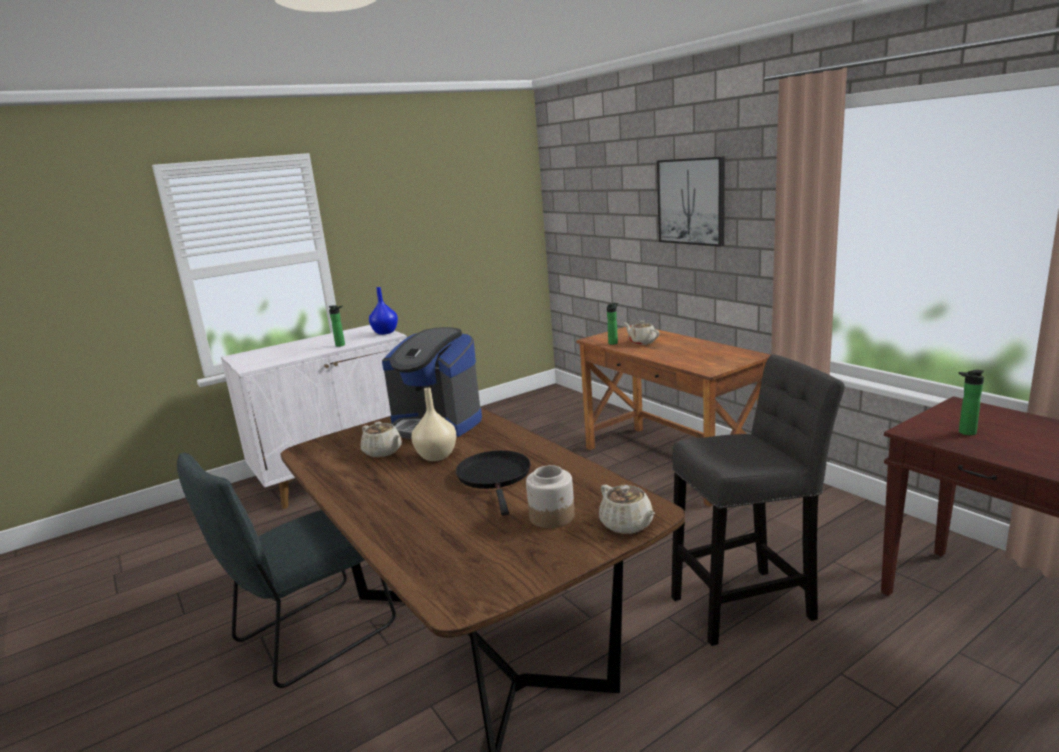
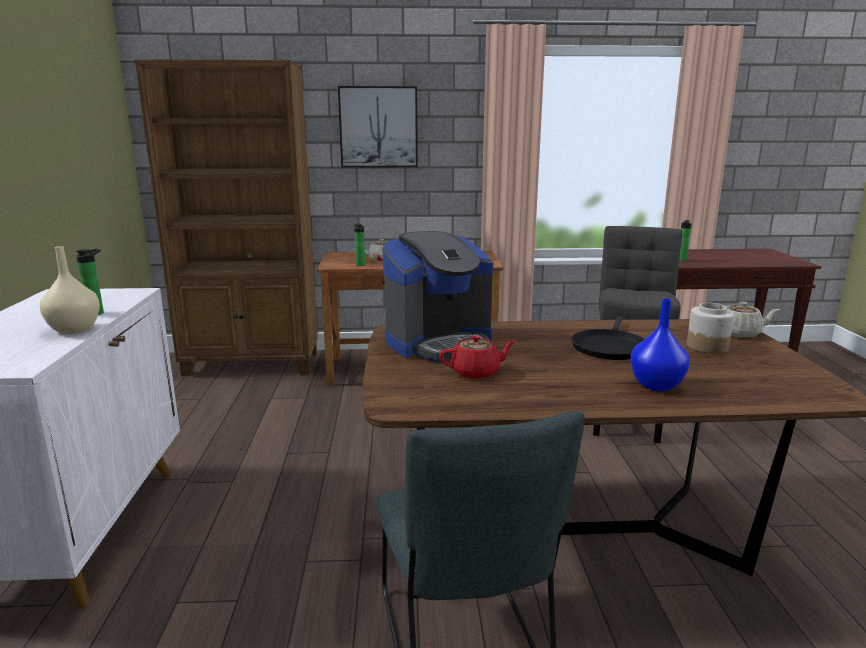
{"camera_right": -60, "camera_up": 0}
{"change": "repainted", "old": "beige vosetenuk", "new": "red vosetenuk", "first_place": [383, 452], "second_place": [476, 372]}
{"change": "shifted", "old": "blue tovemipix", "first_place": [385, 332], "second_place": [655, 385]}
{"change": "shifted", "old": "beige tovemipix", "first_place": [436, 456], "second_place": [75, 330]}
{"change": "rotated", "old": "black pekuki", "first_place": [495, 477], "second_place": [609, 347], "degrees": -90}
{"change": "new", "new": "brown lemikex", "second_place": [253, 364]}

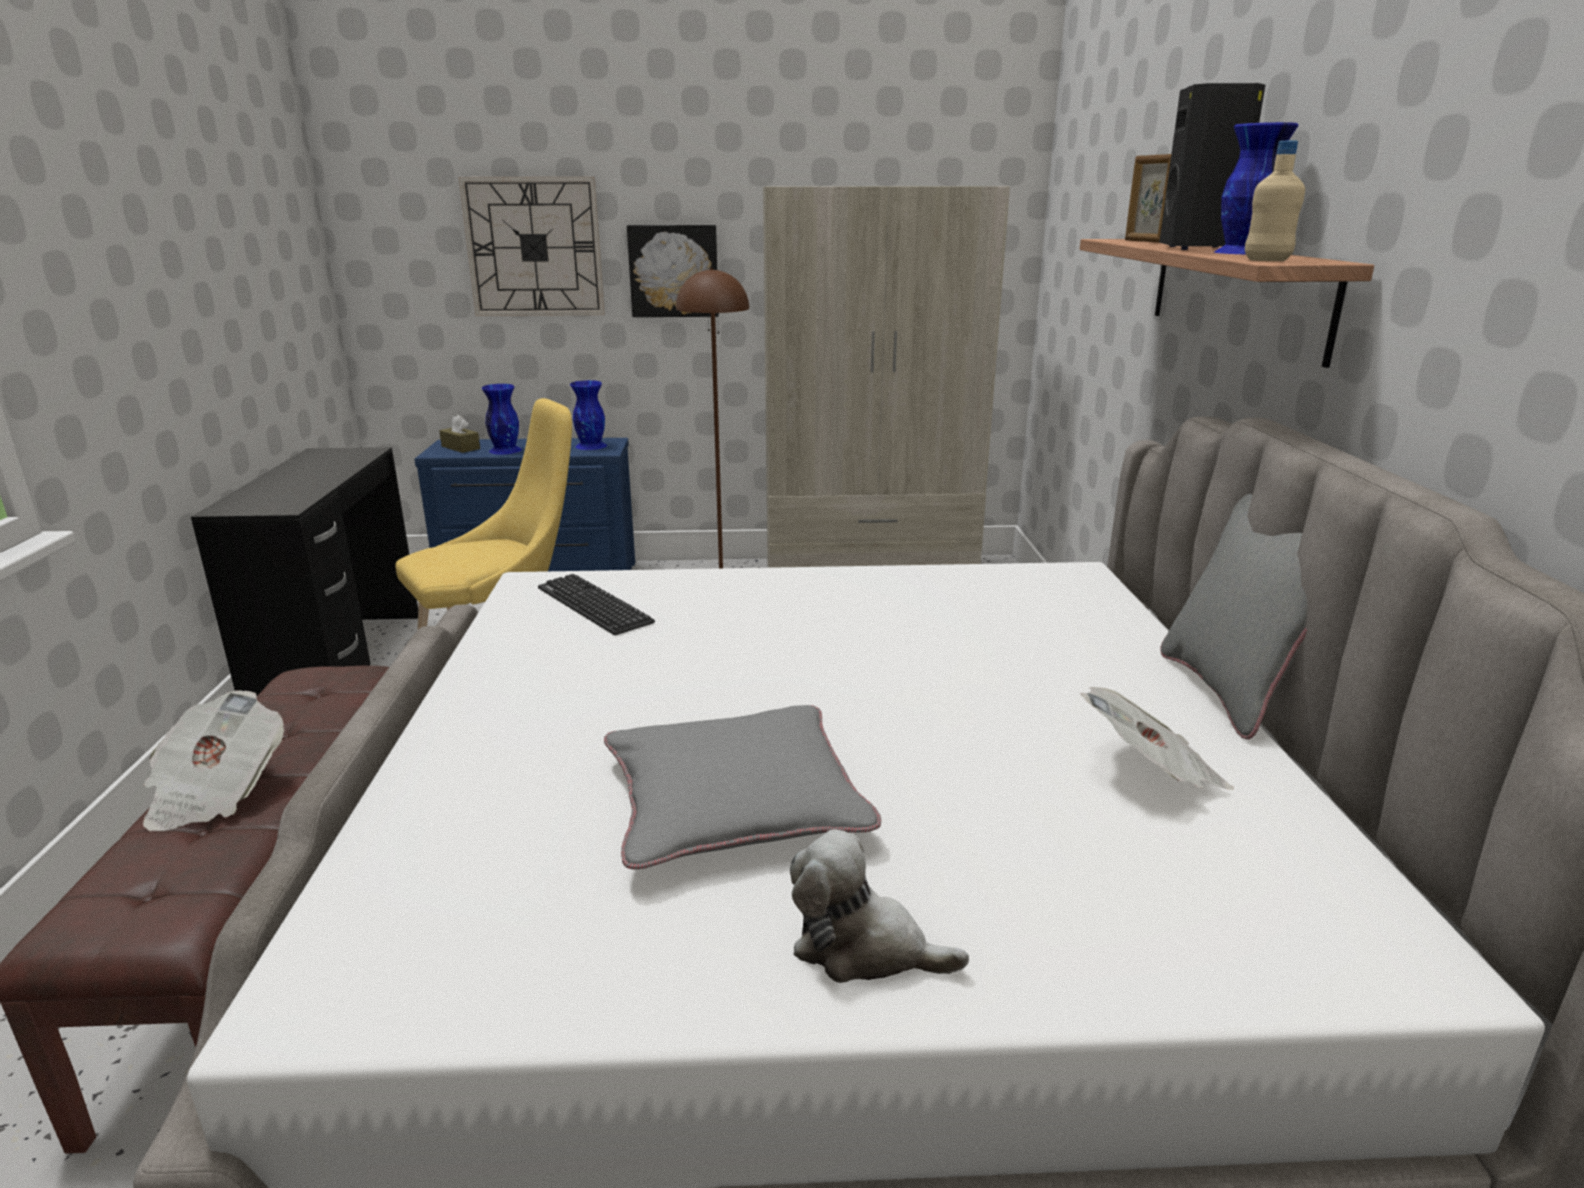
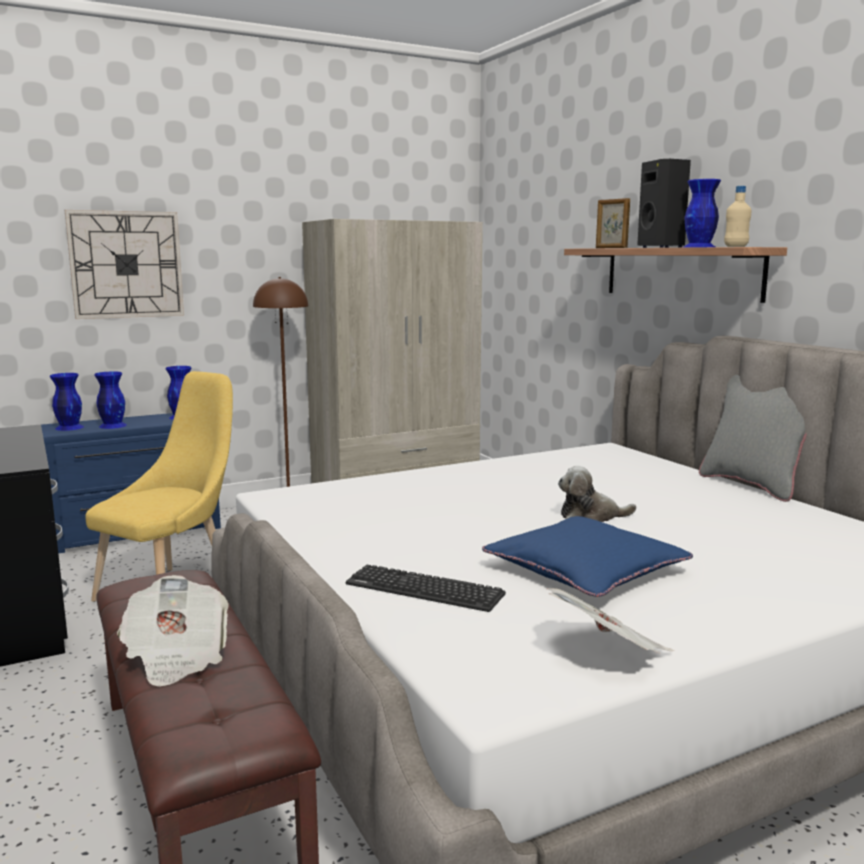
{"camera_right": -25, "camera_up": -10}
{"change": "swapped", "old": "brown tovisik", "new": "blue tovemipix", "first_place": [460, 447], "second_place": [69, 427]}
{"change": "shifted", "old": "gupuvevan", "first_place": [594, 605], "second_place": [424, 589]}
{"change": "repainted", "old": "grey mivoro", "new": "blue mivoro", "first_place": [734, 802], "second_place": [585, 570]}
{"change": "gone", "old": "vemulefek", "first_place": [674, 271]}
{"change": "shifted", "old": "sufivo", "first_place": [863, 948], "second_place": [591, 516]}
{"change": "shifted", "old": "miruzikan", "first_place": [1151, 773], "second_place": [608, 652]}

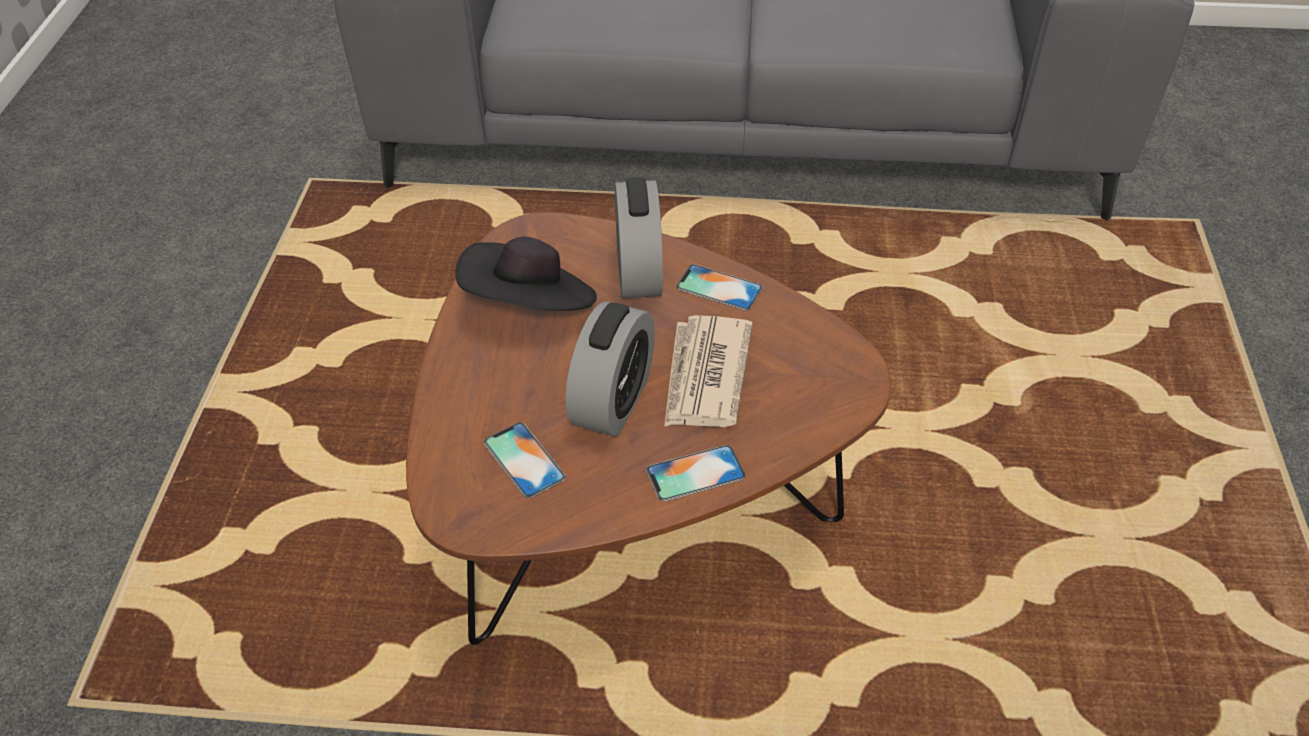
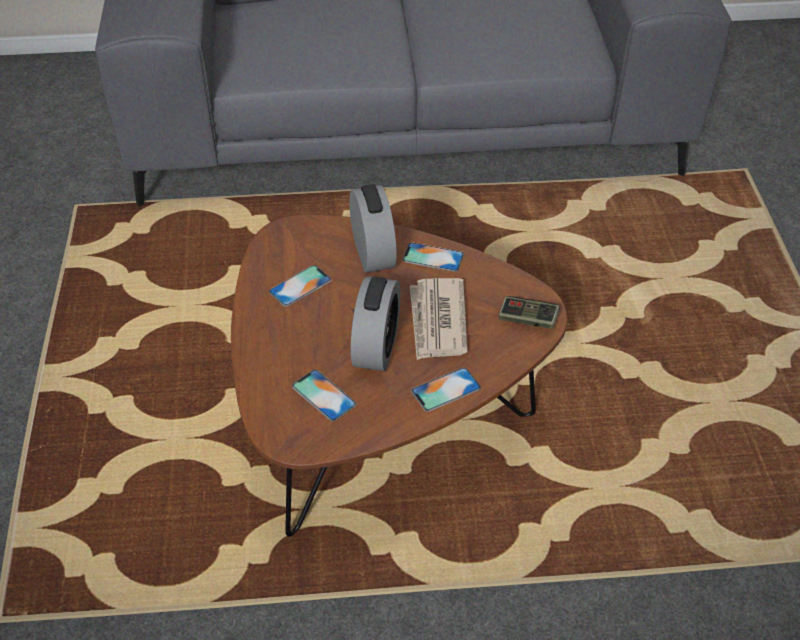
{"camera_right": -10, "camera_up": 0}
{"change": "swapped", "old": "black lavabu", "new": "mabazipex", "first_place": [530, 306], "second_place": [300, 286]}
{"change": "new", "new": "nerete", "second_place": [528, 320]}

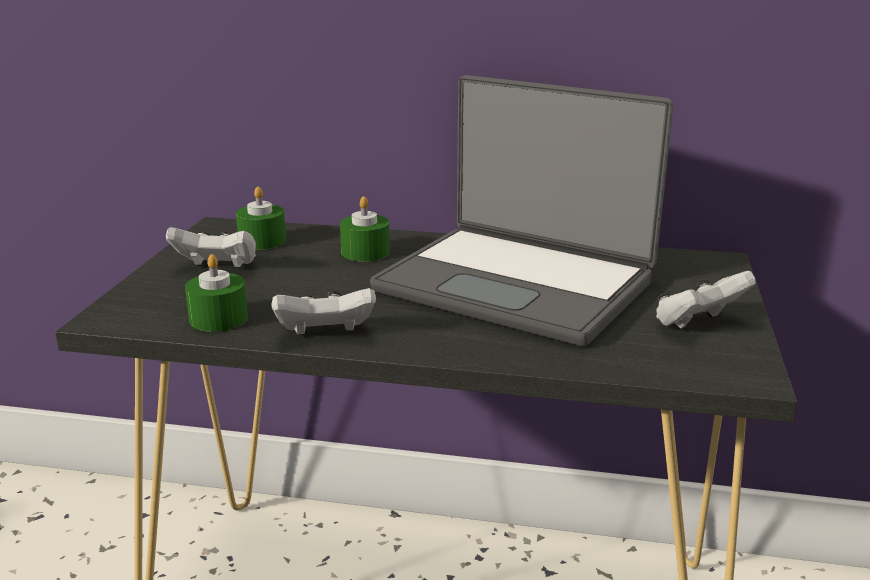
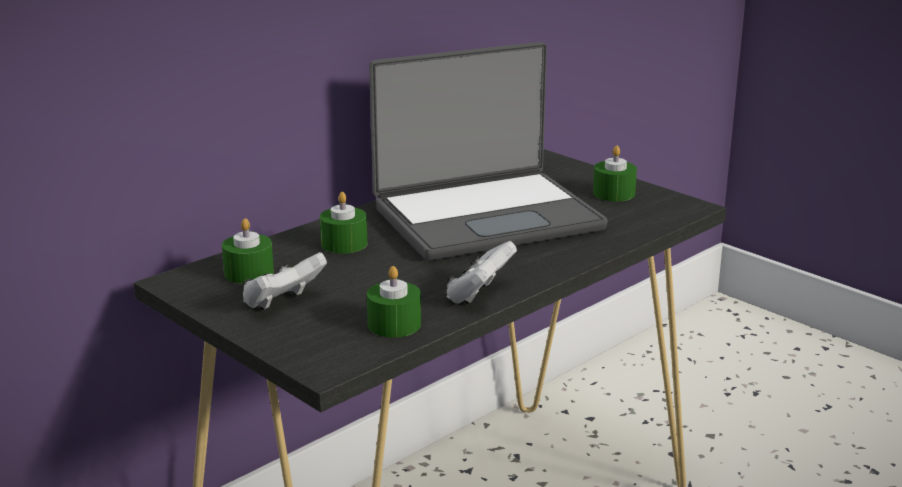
{"camera_right": -55, "camera_up": 0}
{"change": "swapped", "old": "white nerete", "new": "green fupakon", "first_place": [698, 324], "second_place": [614, 193]}

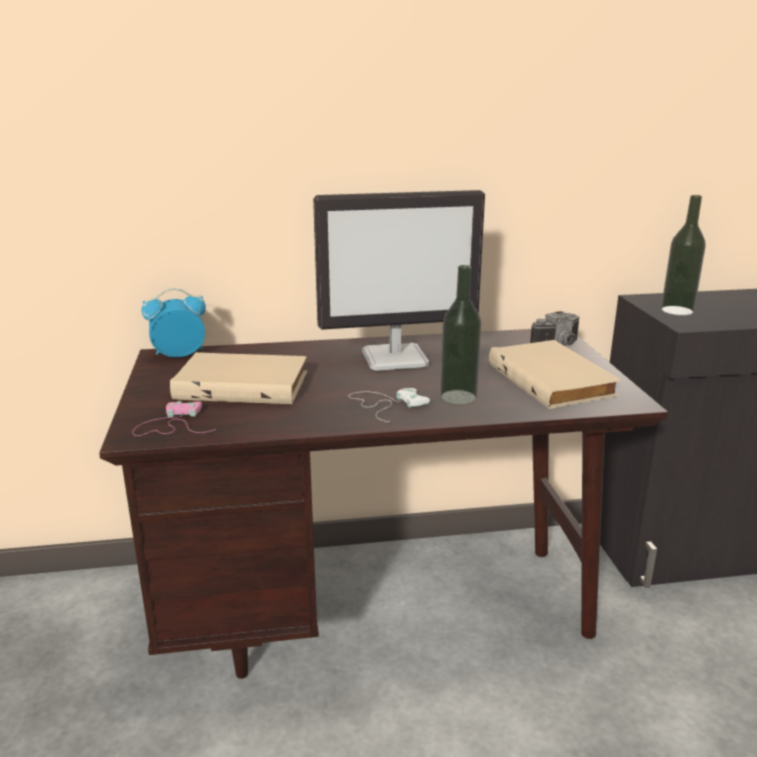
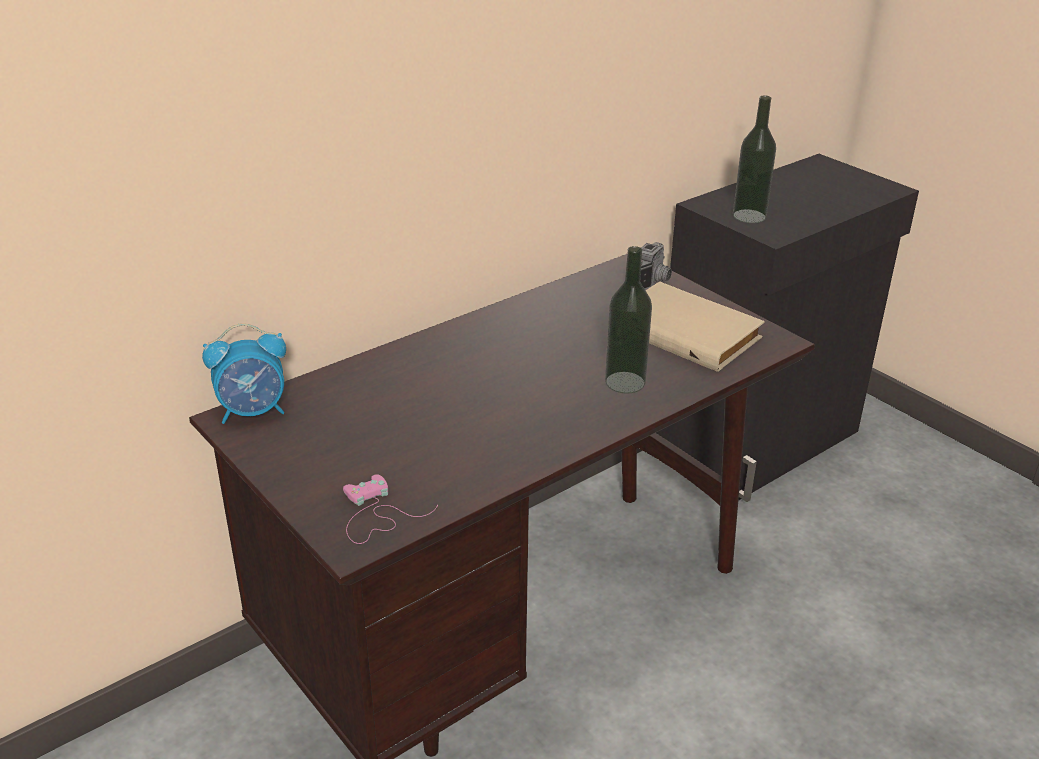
{"camera_right": -30, "camera_up": 10}
{"change": "rotated", "old": "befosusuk", "first_place": [179, 355], "second_place": [253, 412], "degrees": -150}
{"change": "gone", "old": "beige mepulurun", "first_place": [244, 384]}
{"change": "gone", "old": "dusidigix", "first_place": [396, 358]}
{"change": "gone", "old": "white nerete", "first_place": [386, 404]}

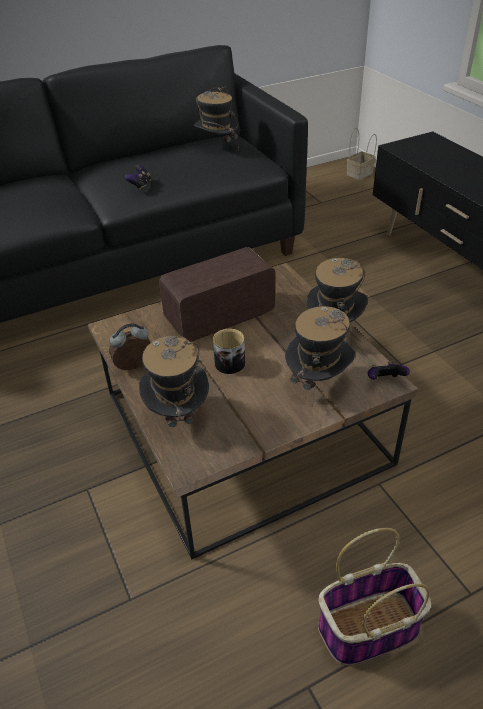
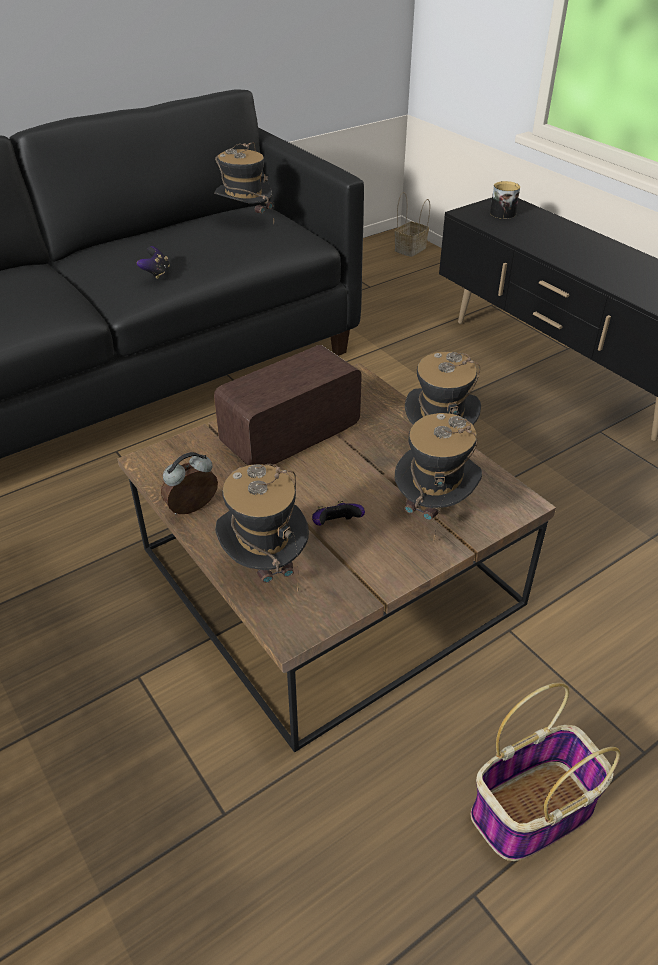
{"camera_right": -10, "camera_up": 0}
{"change": "shifted", "old": "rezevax", "first_place": [230, 361], "second_place": [502, 212]}
{"change": "shifted", "old": "nerete", "first_place": [384, 381], "second_place": [336, 526]}

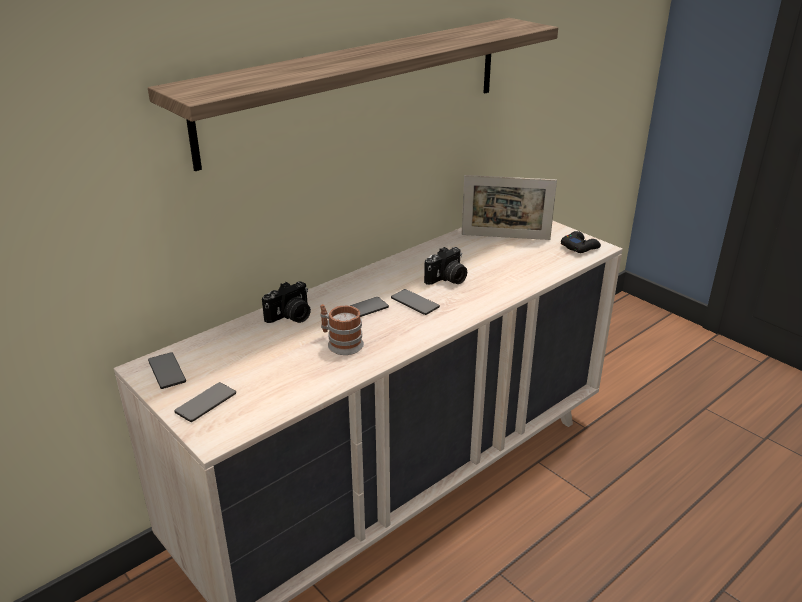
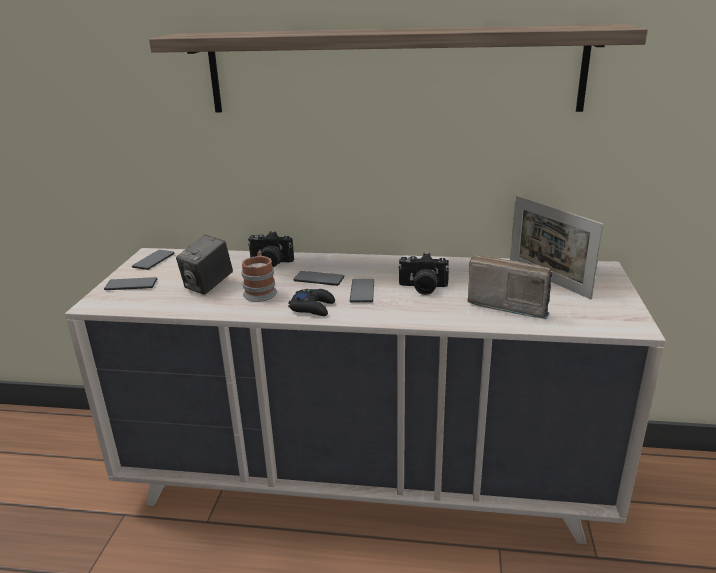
{"camera_right": 50, "camera_up": -5}
{"change": "shifted", "old": "black nerete", "first_place": [579, 247], "second_place": [313, 307]}
{"change": "new", "new": "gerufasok", "second_place": [208, 286]}
{"change": "new", "new": "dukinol", "second_place": [507, 304]}

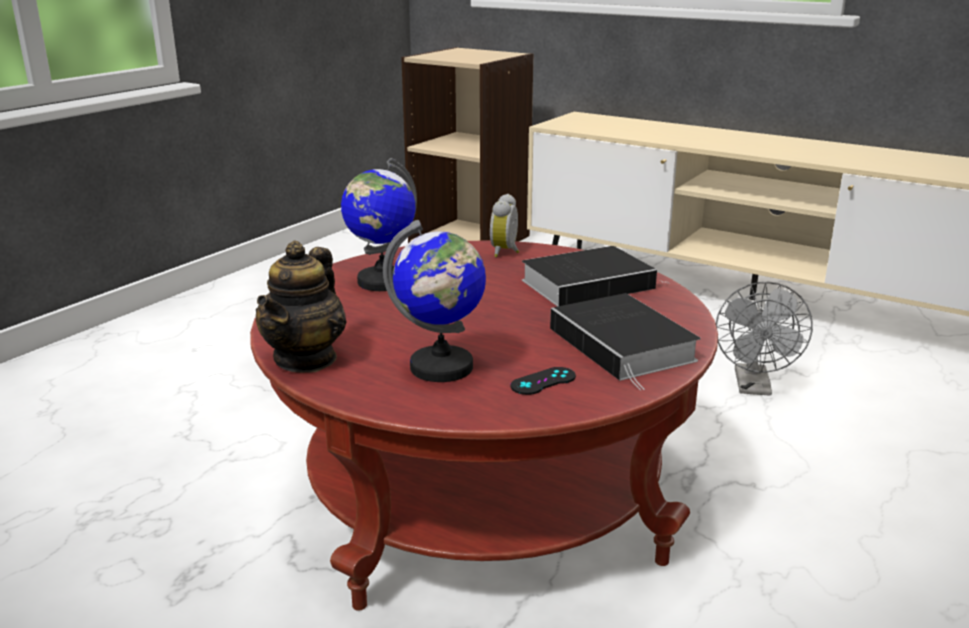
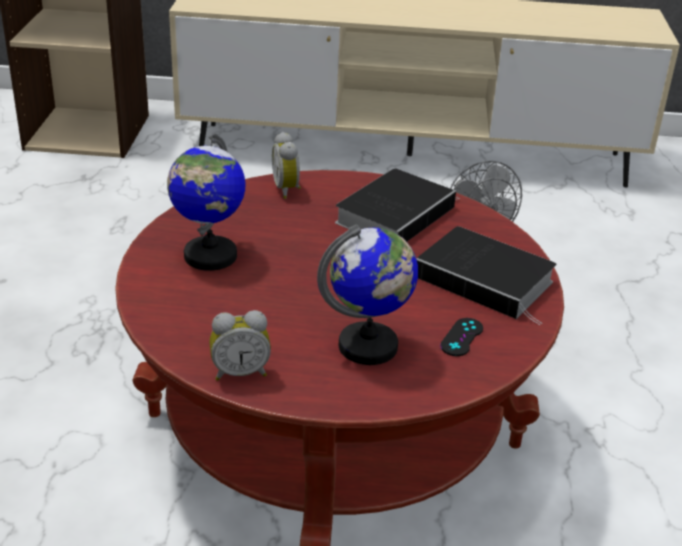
{"camera_right": -30, "camera_up": 10}
{"change": "swapped", "old": "vosetenuk", "new": "befosusuk", "first_place": [306, 359], "second_place": [240, 372]}

